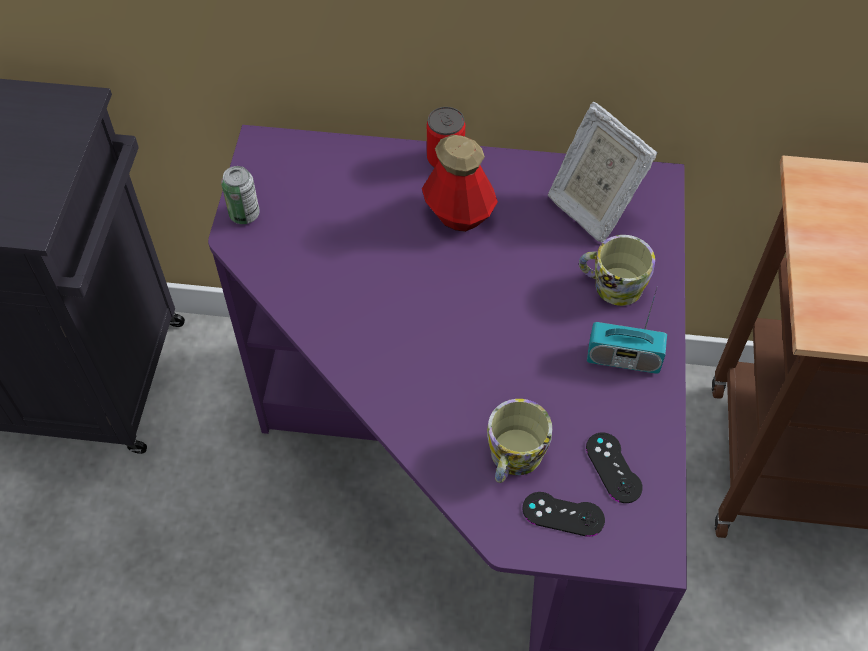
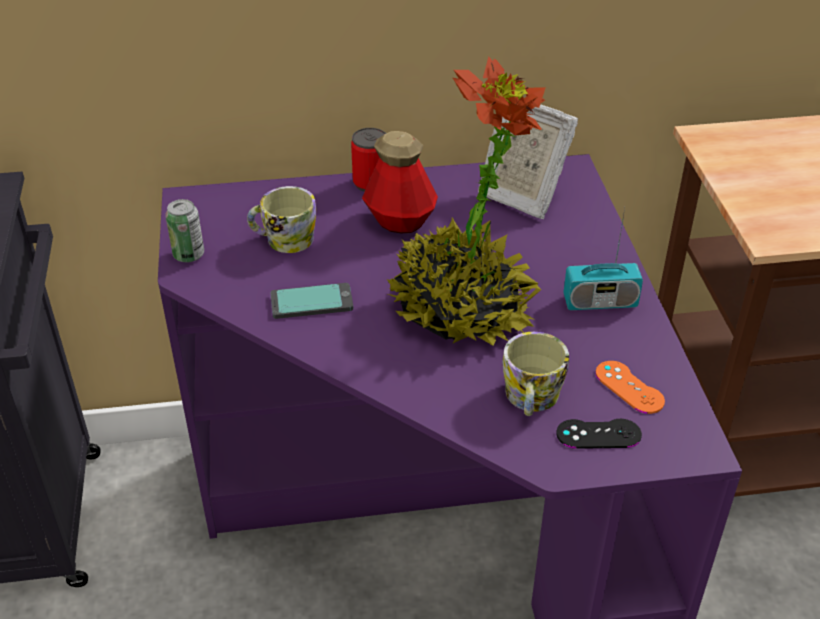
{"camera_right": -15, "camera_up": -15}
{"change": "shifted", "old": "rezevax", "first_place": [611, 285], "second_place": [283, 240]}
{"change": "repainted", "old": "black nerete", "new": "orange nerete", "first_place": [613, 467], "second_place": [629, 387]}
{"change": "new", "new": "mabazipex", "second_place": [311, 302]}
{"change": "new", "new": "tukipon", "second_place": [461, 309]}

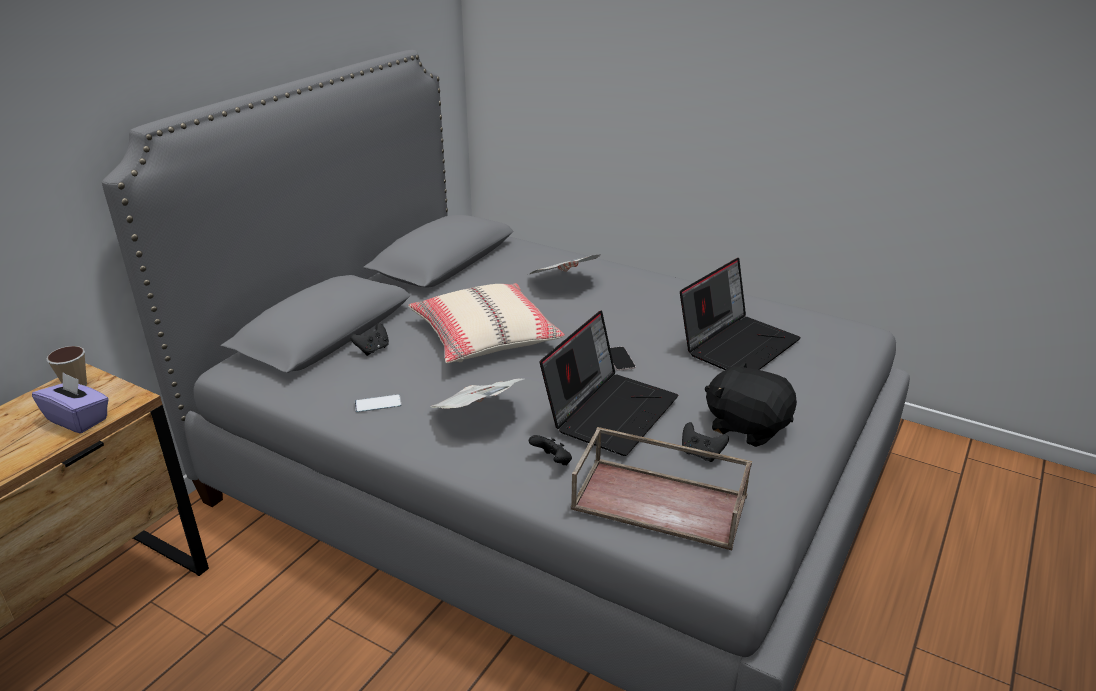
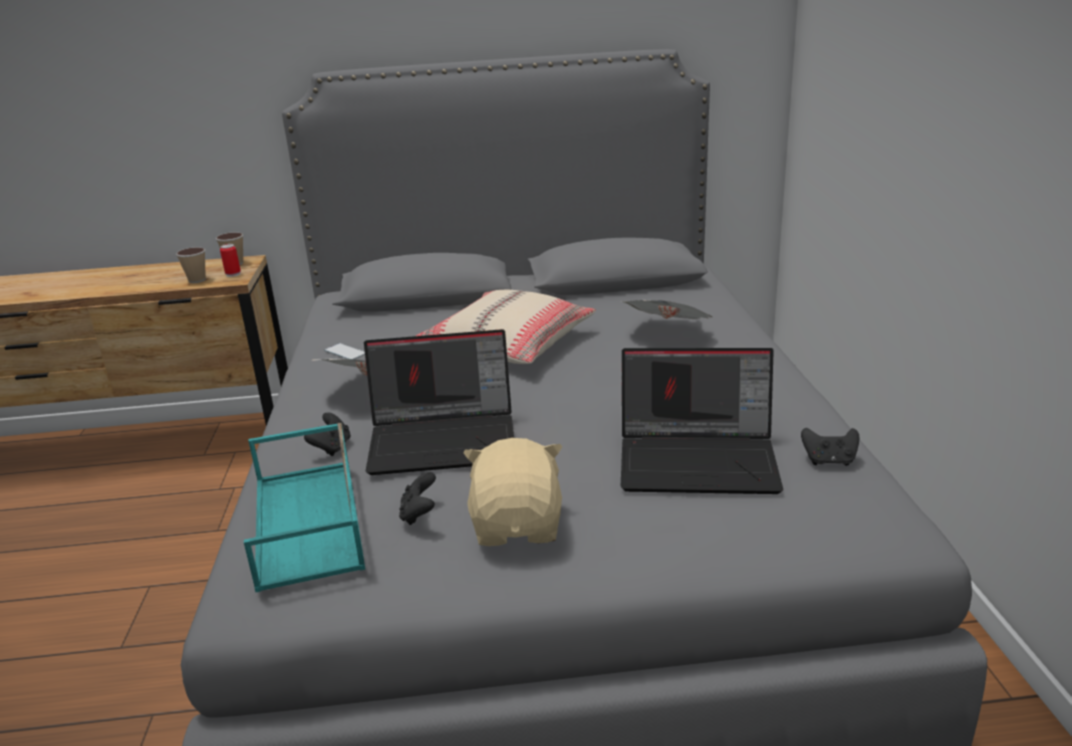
{"camera_right": 55, "camera_up": -5}
{"change": "swapped", "old": "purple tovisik", "new": "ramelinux", "first_place": [78, 419], "second_place": [197, 280]}
{"change": "shifted", "old": "black nerete", "first_place": [373, 349], "second_place": [829, 461]}
{"change": "repainted", "old": "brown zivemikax", "new": "turquoise zivemikax", "first_place": [661, 502], "second_place": [309, 522]}
{"change": "gone", "old": "mabazipex", "first_place": [620, 359]}
{"change": "repainted", "old": "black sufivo", "new": "beige sufivo", "first_place": [747, 426], "second_place": [518, 526]}
{"change": "new", "new": "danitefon", "second_place": [233, 274]}

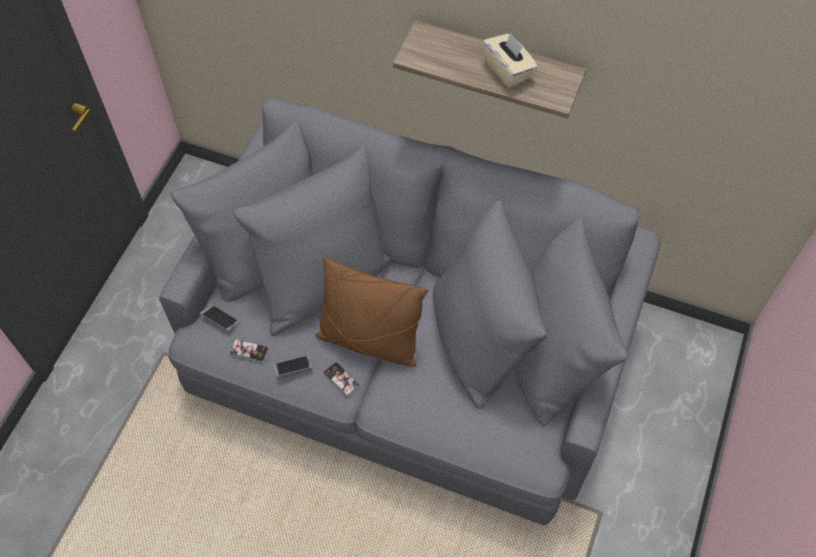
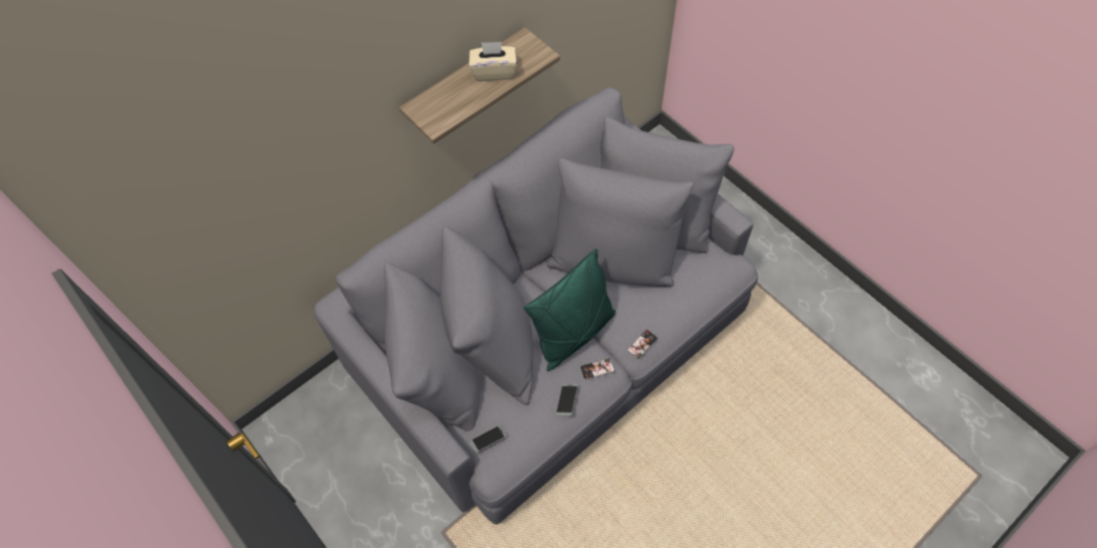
{"camera_right": -60, "camera_up": 0}
{"change": "shifted", "old": "mabazipex", "first_place": [249, 350], "second_place": [642, 344]}
{"change": "repainted", "old": "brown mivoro", "new": "green mivoro", "first_place": [369, 340], "second_place": [574, 333]}

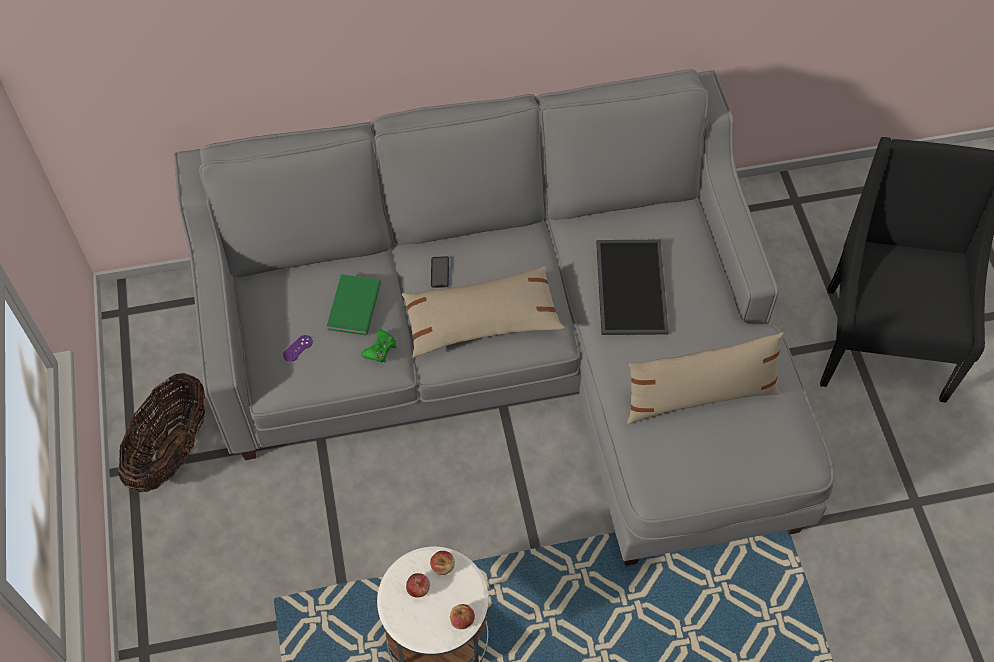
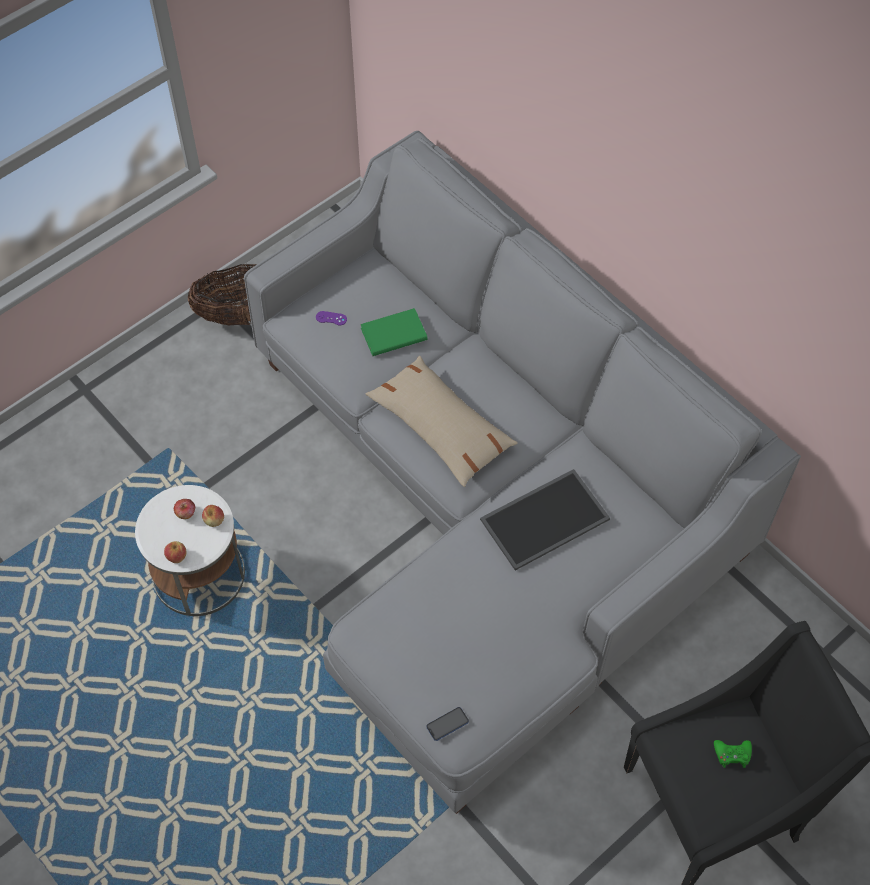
{"camera_right": 60, "camera_up": 0}
{"change": "shifted", "old": "green nerete", "first_place": [380, 349], "second_place": [732, 754]}
{"change": "shifted", "old": "mabazipex", "first_place": [440, 273], "second_place": [447, 724]}
{"change": "gone", "old": "beige mivoro", "first_place": [699, 396]}

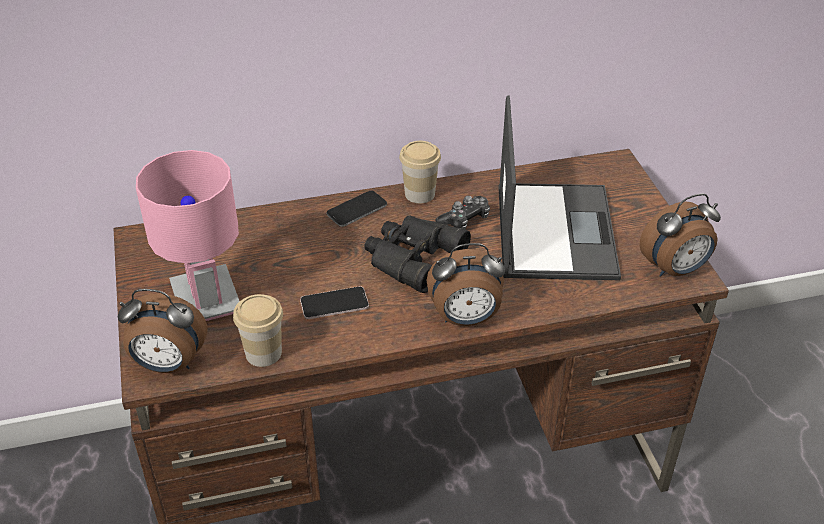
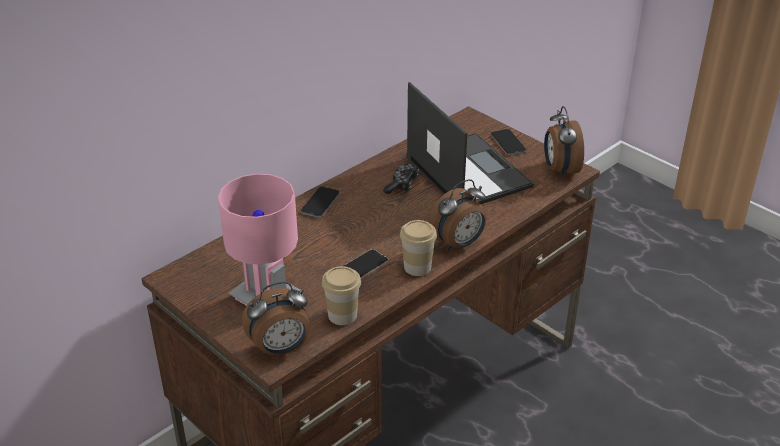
{"camera_right": -30, "camera_up": -5}
{"change": "gone", "old": "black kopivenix", "first_place": [410, 257]}
{"change": "shifted", "old": "ramelinux", "first_place": [419, 194], "second_place": [417, 267]}
{"change": "rotated", "old": "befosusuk", "first_place": [675, 269], "second_place": [560, 169], "degrees": 135}
{"change": "new", "new": "mabazipex", "second_place": [508, 143]}

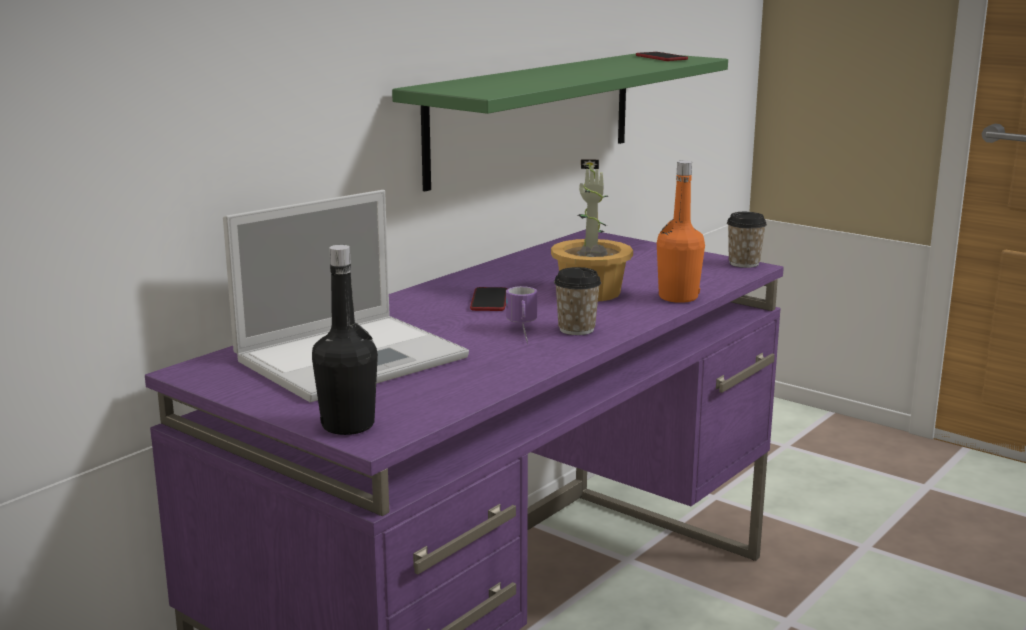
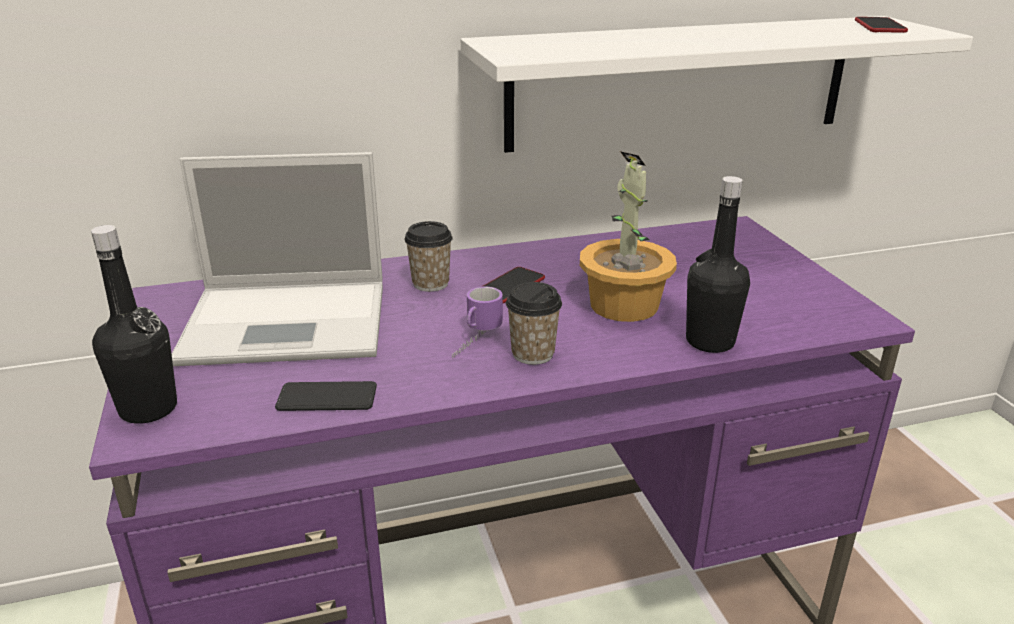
{"camera_right": 35, "camera_up": 10}
{"change": "repainted", "old": "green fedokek", "new": "white fedokek", "first_place": [532, 116], "second_place": [681, 82]}
{"change": "repainted", "old": "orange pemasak", "new": "black pemasak", "first_place": [678, 297], "second_place": [710, 341]}
{"change": "shifted", "old": "ramelinux", "first_place": [744, 263], "second_place": [430, 283]}
{"change": "new", "new": "mabazipex", "second_place": [327, 398]}

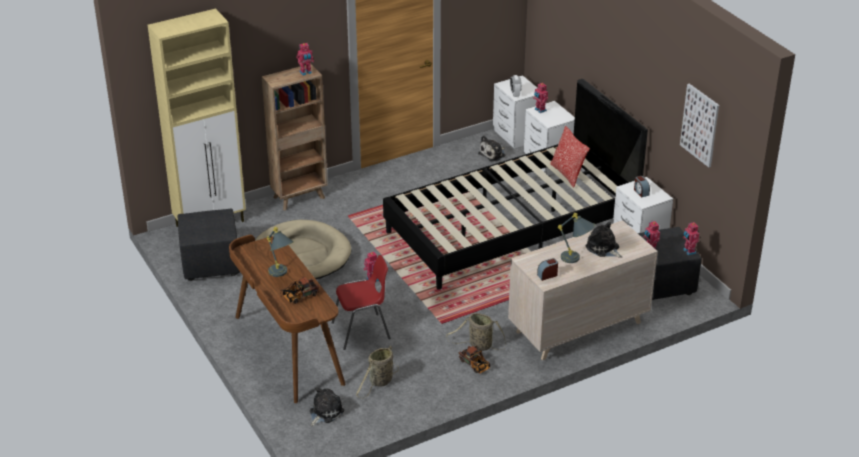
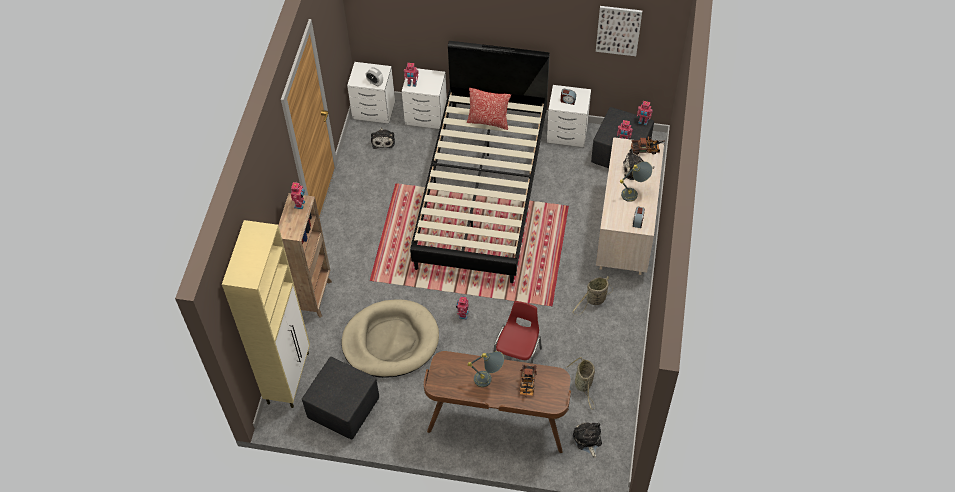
{"camera_right": -50, "camera_up": 20}
{"change": "shifted", "old": "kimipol", "first_place": [475, 366], "second_place": [647, 149]}

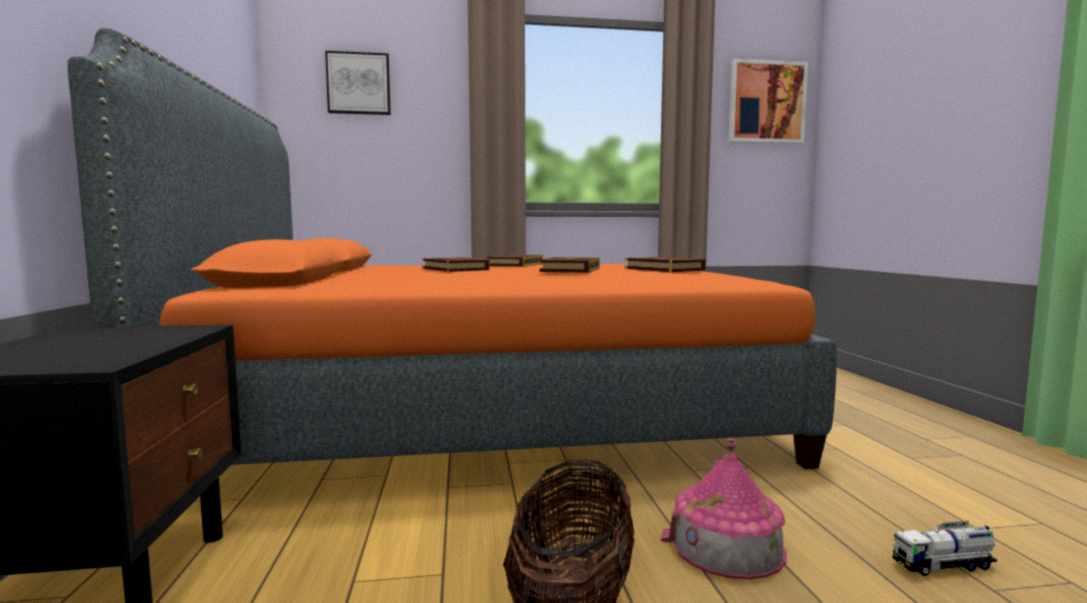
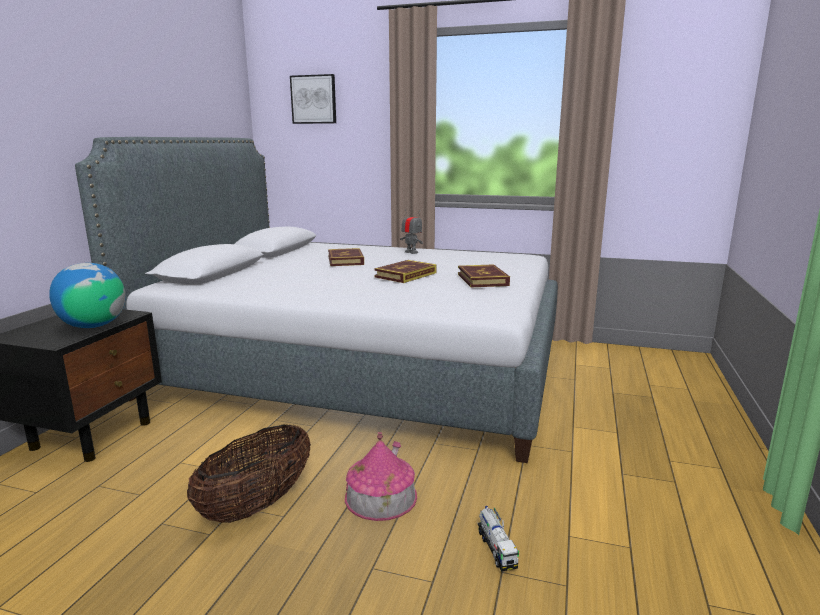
{"camera_right": 25, "camera_up": 10}
{"change": "repainted", "old": "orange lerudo", "new": "grey lerudo", "first_place": [487, 413], "second_place": [358, 368]}
{"change": "swapped", "old": "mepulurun", "new": "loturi", "first_place": [516, 265], "second_place": [411, 252]}
{"change": "gone", "old": "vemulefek", "first_place": [766, 102]}
{"change": "rotated", "old": "kimipol", "first_place": [943, 565], "second_place": [496, 548], "degrees": -120}
{"change": "new", "new": "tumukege", "second_place": [93, 326]}

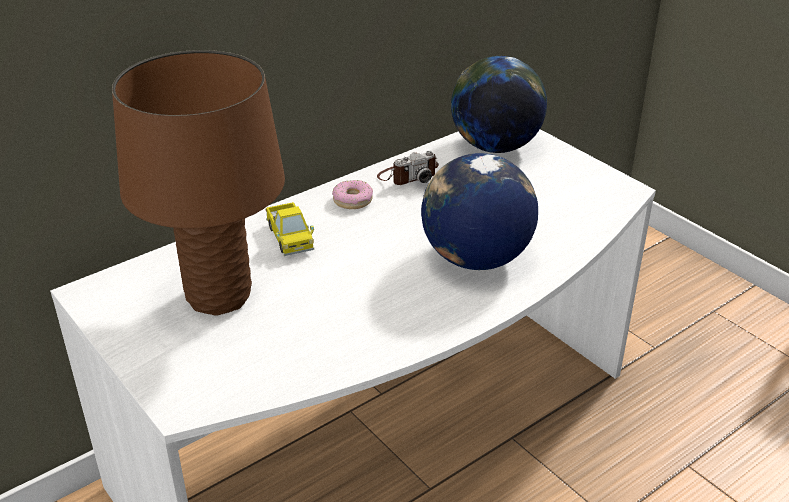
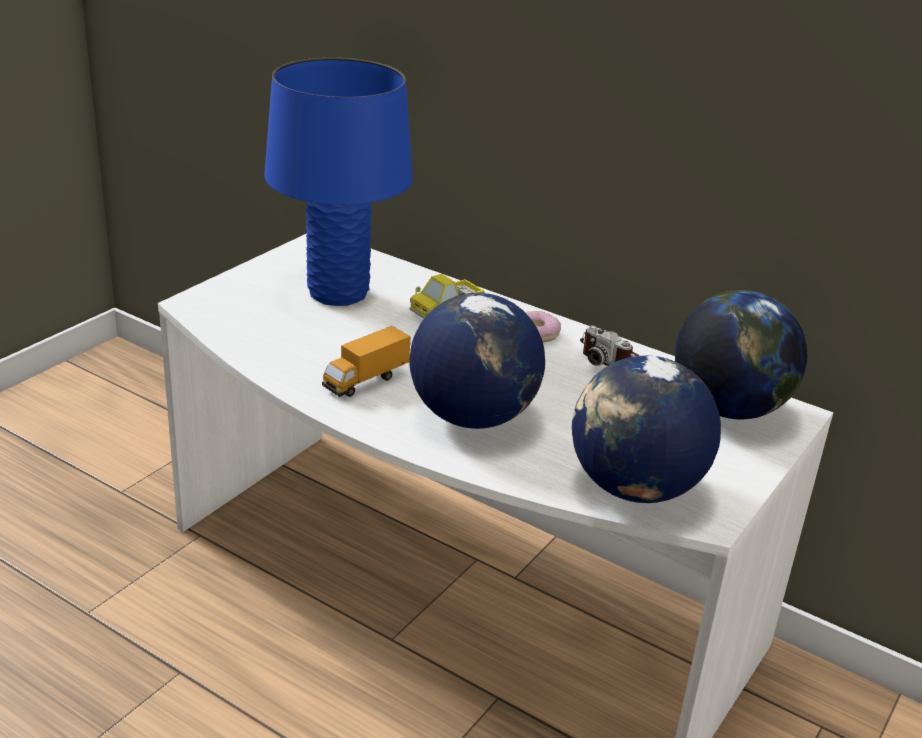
{"camera_right": 70, "camera_up": -5}
{"change": "repainted", "old": "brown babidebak", "new": "blue babidebak", "first_place": [218, 296], "second_place": [338, 293]}
{"change": "new", "new": "kimipol", "second_place": [365, 381]}
{"change": "new", "new": "tumukege", "second_place": [634, 488]}

